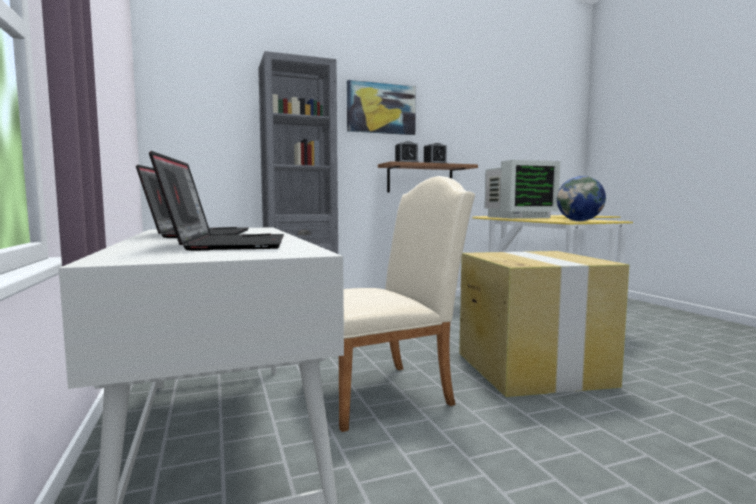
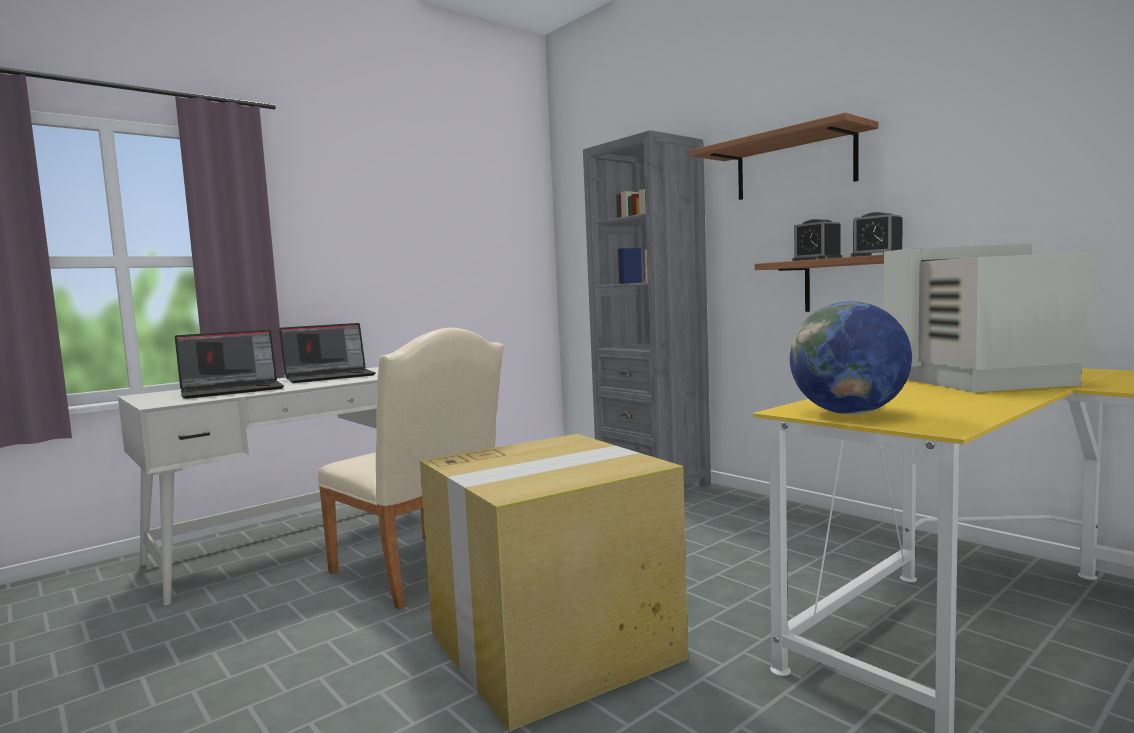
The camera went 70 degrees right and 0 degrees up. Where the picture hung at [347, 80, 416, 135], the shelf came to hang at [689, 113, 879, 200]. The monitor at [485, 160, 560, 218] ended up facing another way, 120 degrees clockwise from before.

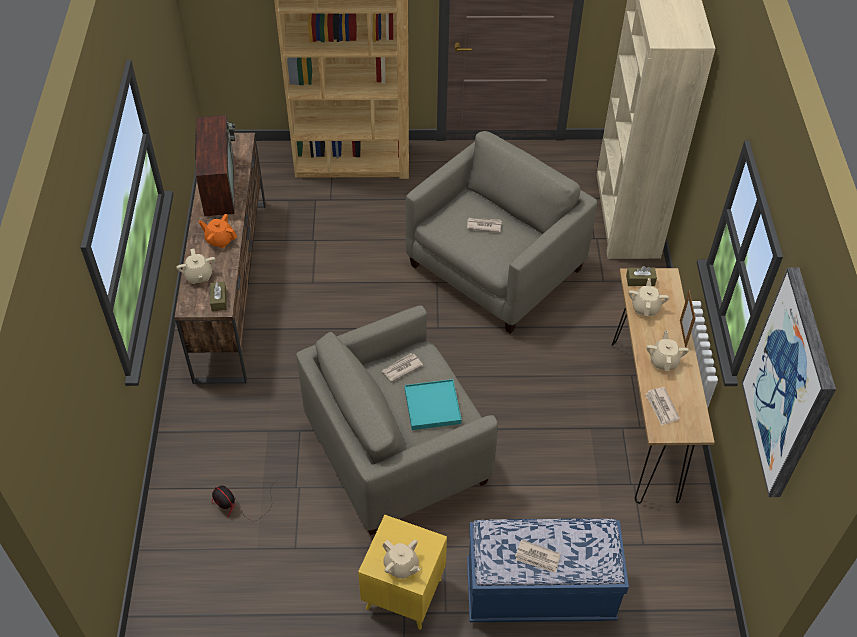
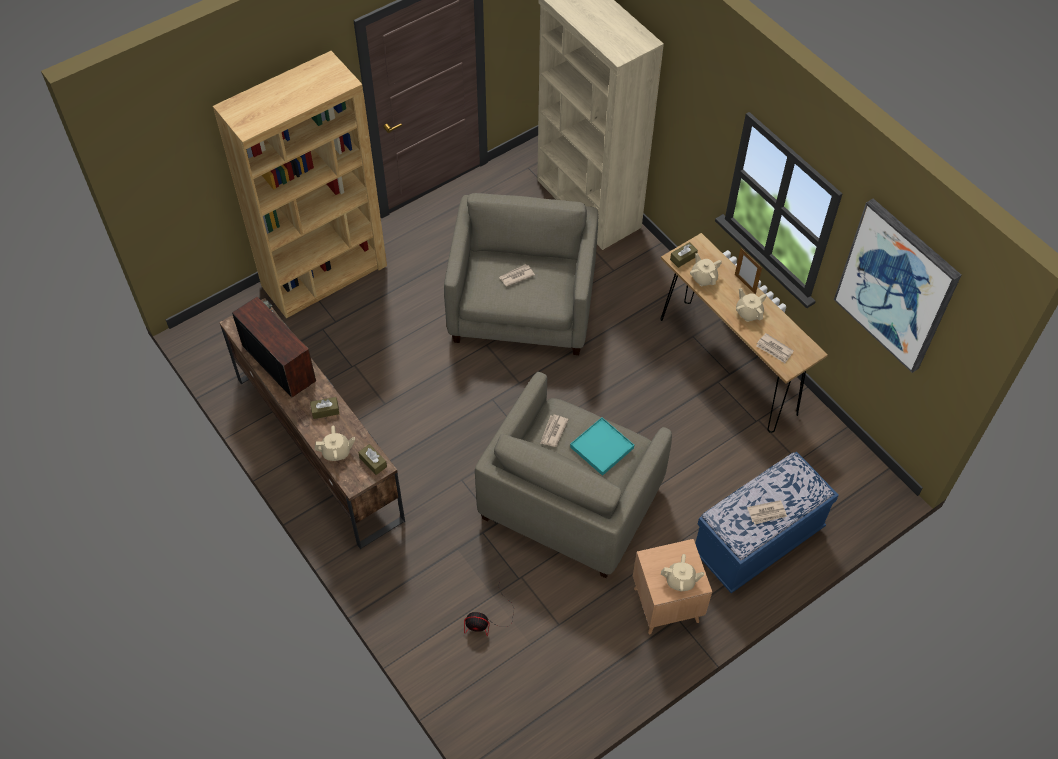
The camera went 35 degrees left and 5 degrees up. Where the orange teapot stood at [199, 214, 237, 248], the brown tissue box came to stand at [310, 397, 339, 419]. What was the yellow side table at [358, 515, 447, 630] turned into the brown side table at [633, 539, 712, 634]. The beige teapot at [176, 249, 215, 284] ended up facing another way, 45 degrees counterclockwise from before.

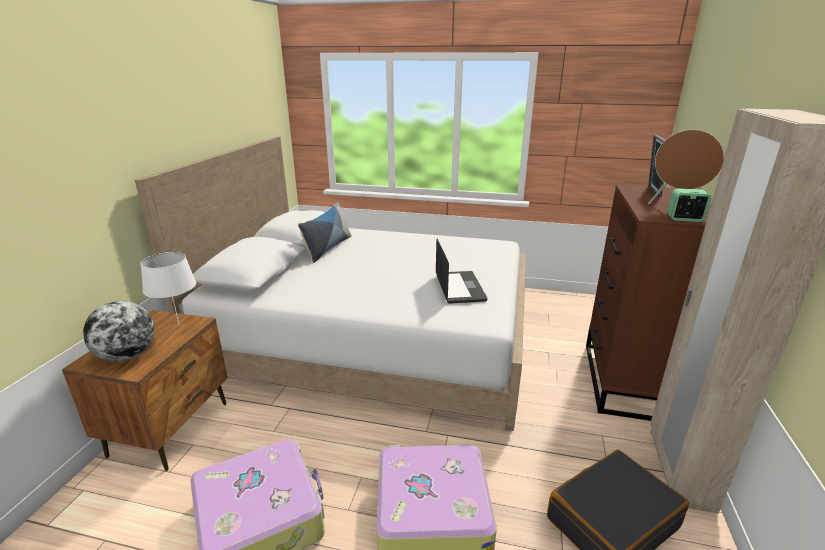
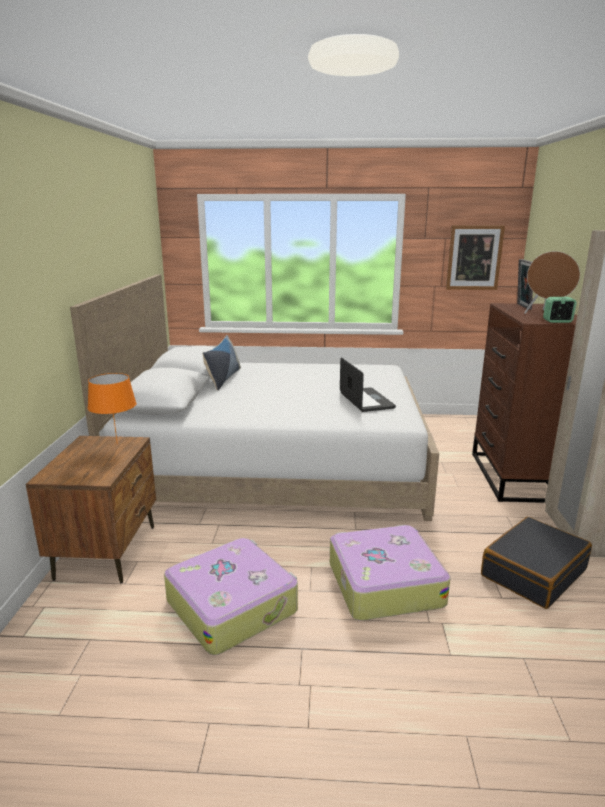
The camera went 10 degrees left and 5 degrees down. The second view lost the globe at [83, 301, 154, 362]. The second view gained the picture at [446, 225, 505, 290]. What was the white table lamp at [140, 252, 196, 325] turned into the orange table lamp at [88, 373, 137, 444].

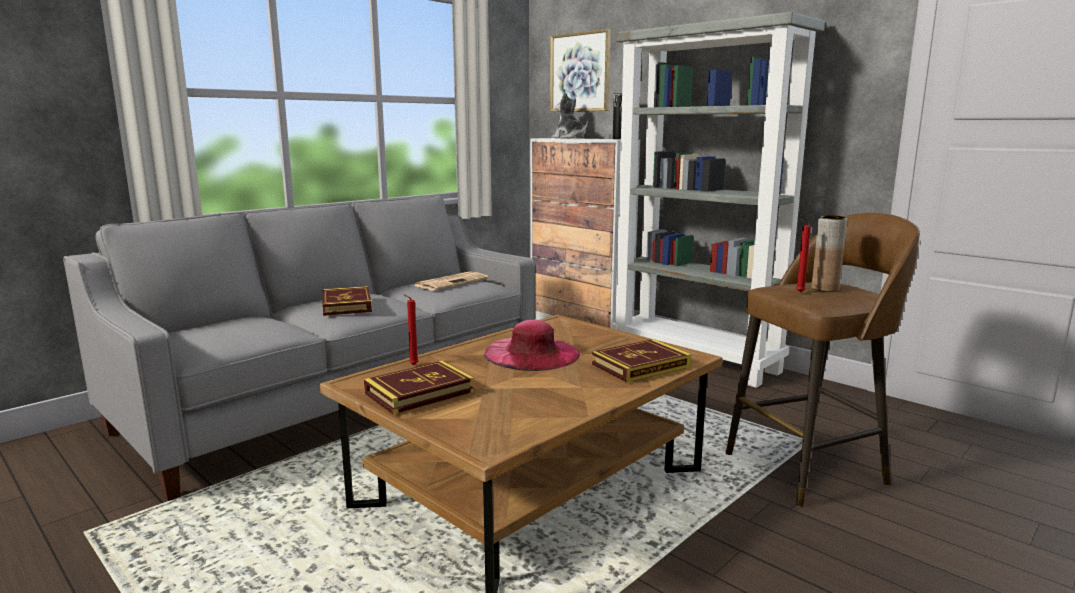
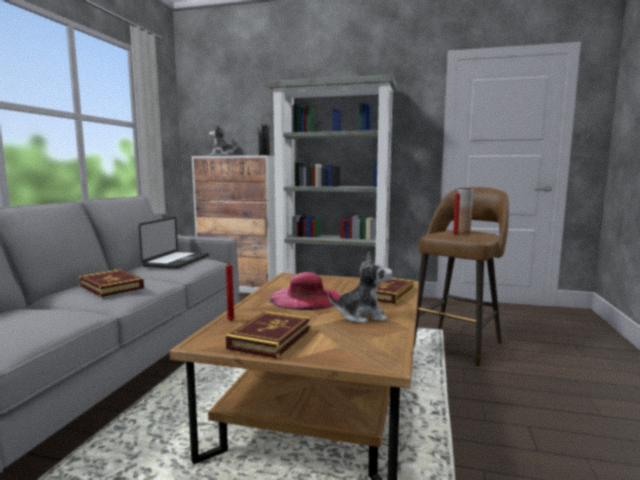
The camera went 30 degrees left and 5 degrees down. The second view lost the picture at [550, 29, 611, 112]. The second view gained the plush toy at [328, 252, 393, 324]. Where the newspaper stood at [414, 271, 489, 291], the laptop came to stand at [139, 217, 209, 269].

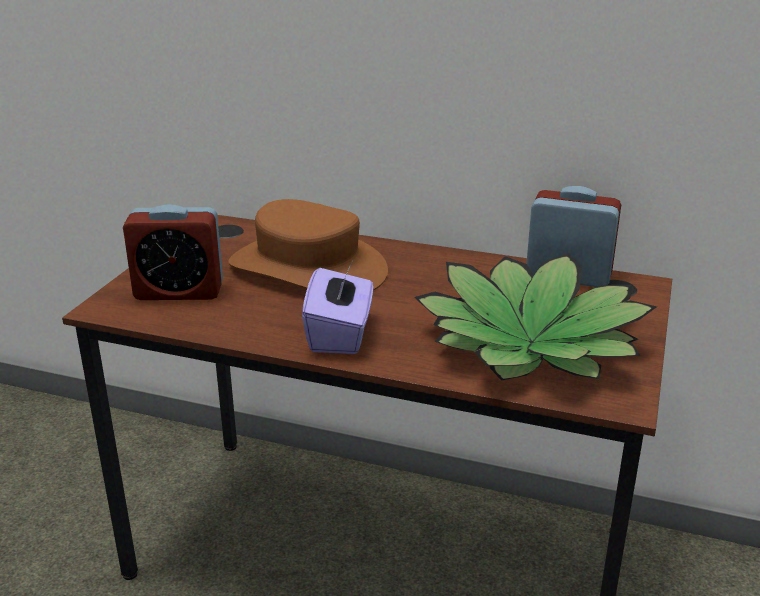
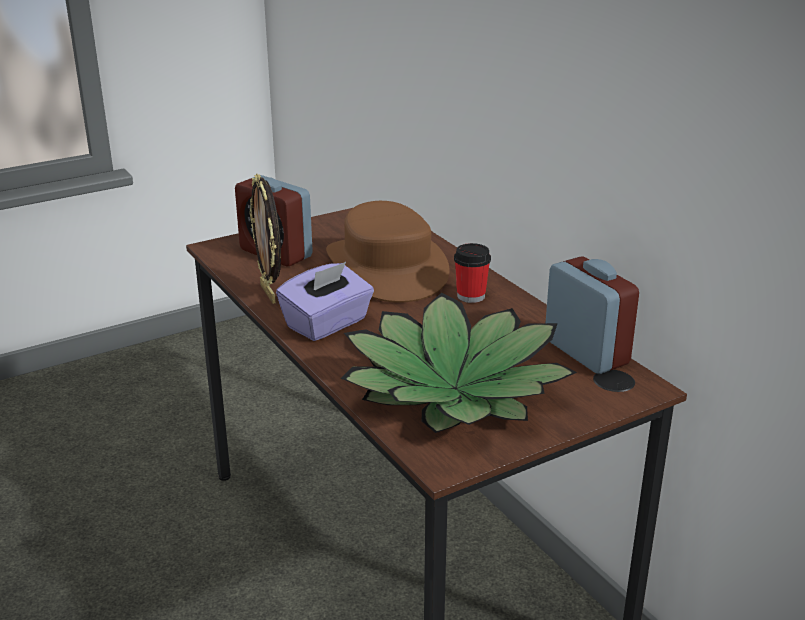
The camera went 40 degrees right and 0 degrees up. The second view gained the picture frame at [249, 174, 281, 304]. The second view gained the cup at [454, 243, 491, 303].

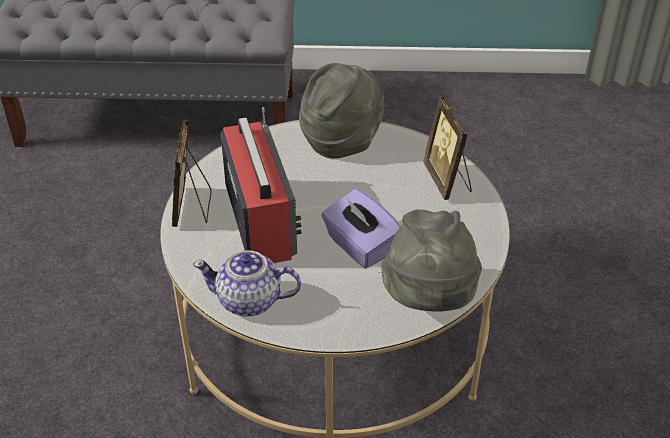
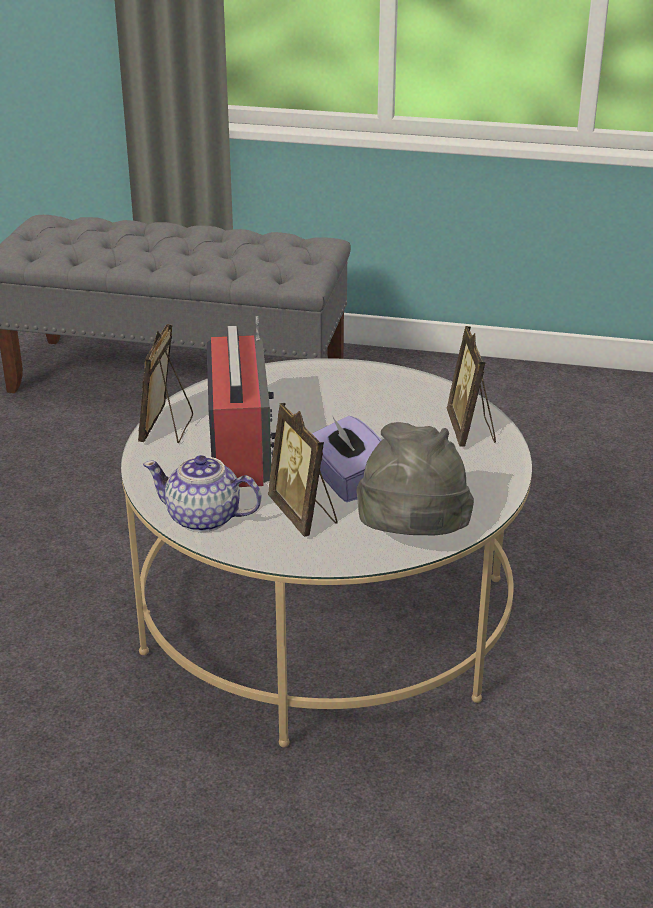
The camera went 10 degrees right and 10 degrees down. The second view lost the grey hat at [299, 63, 384, 158]. The second view gained the picture frame at [268, 403, 338, 537].

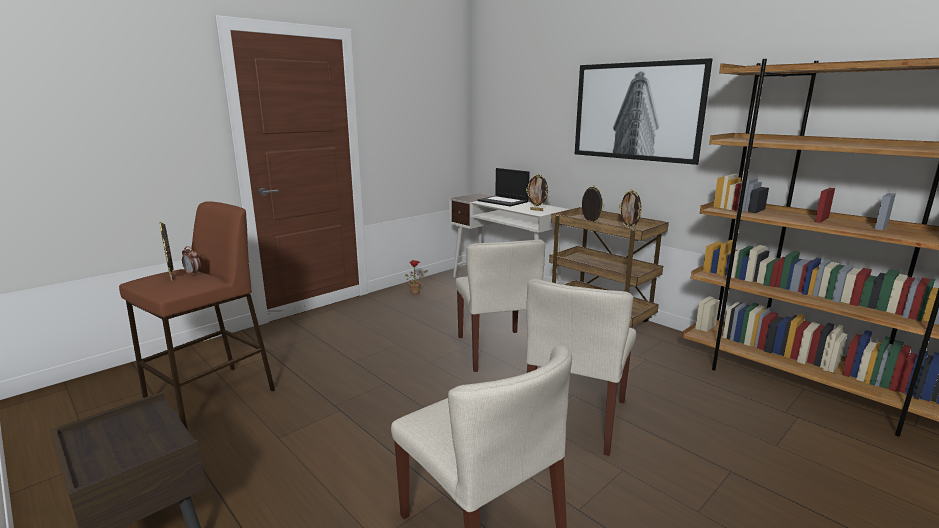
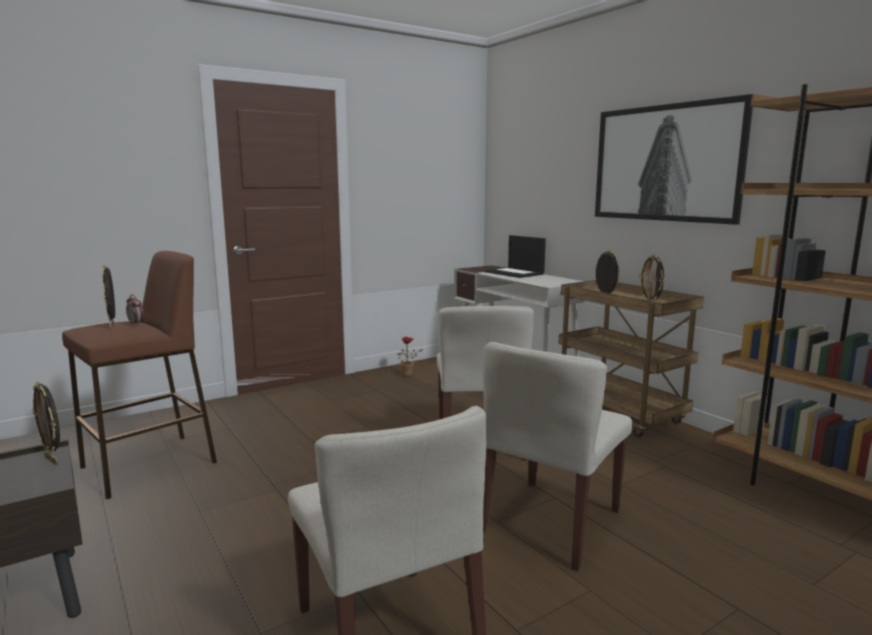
The camera went 10 degrees right and 5 degrees down. The picture frame ended up elsewhere, having gone from [526, 174, 549, 211] to [33, 382, 60, 465].

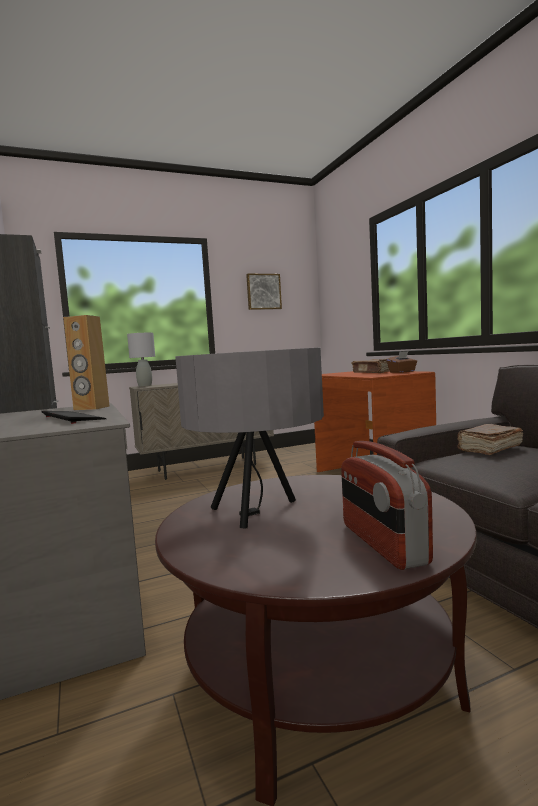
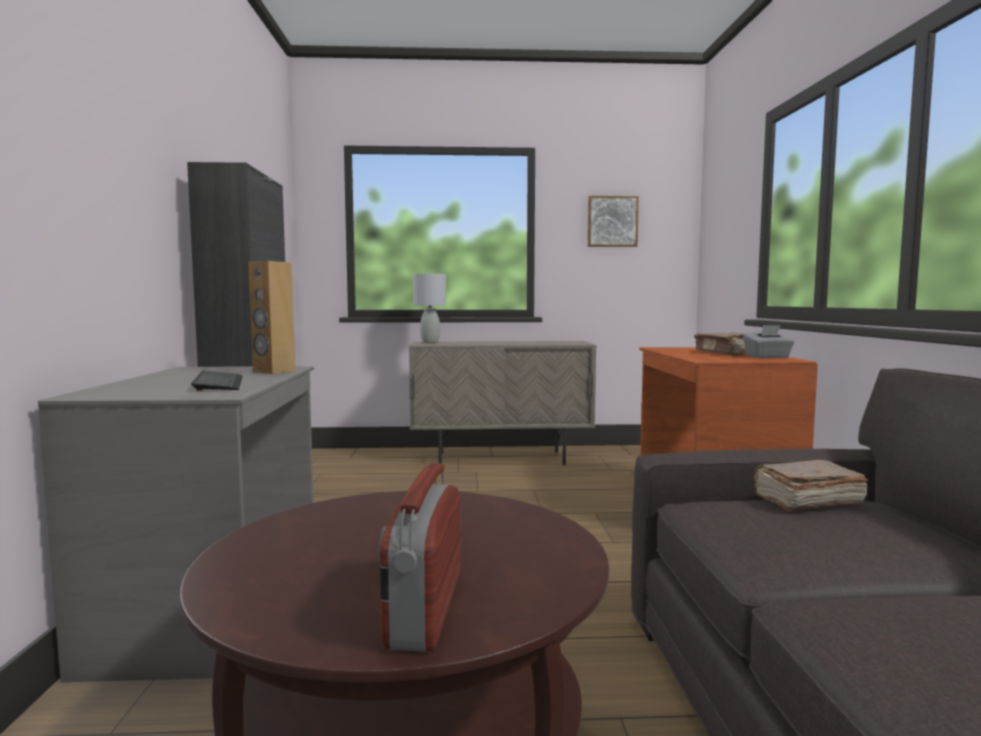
The camera went 20 degrees right and 0 degrees up. The second view lost the grey table lamp at [176, 348, 324, 529]. What was the brown tissue box at [387, 351, 417, 373] turned into the grey tissue box at [743, 325, 795, 358].

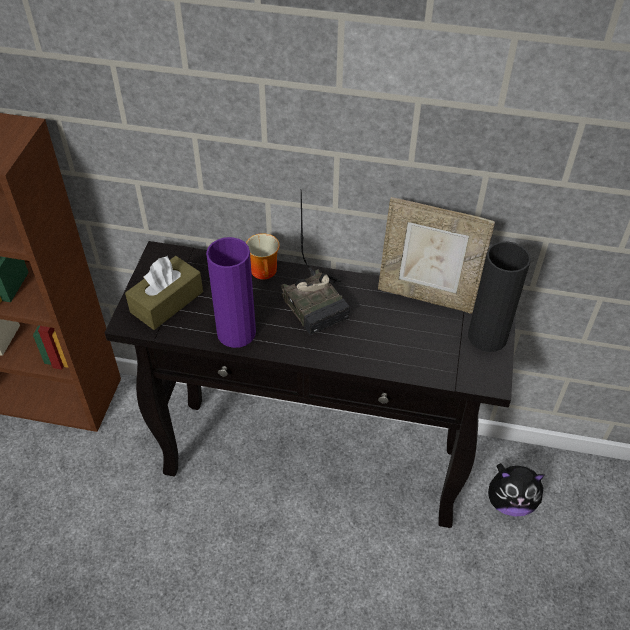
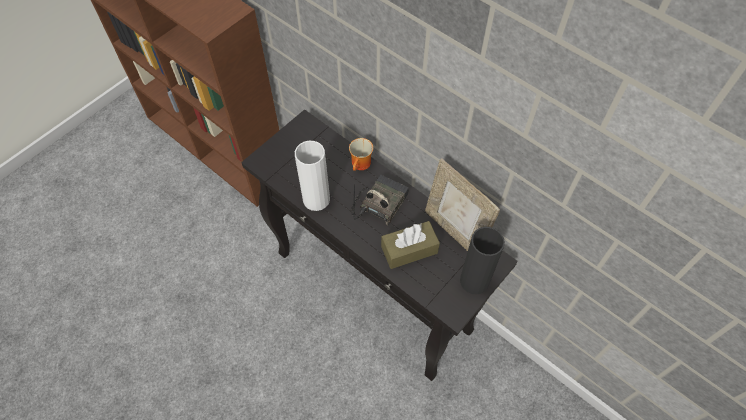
The camera went 30 degrees right and 10 degrees up. The second view lost the plush toy at [488, 463, 544, 517]. The brown tissue box ended up elsewhere, having gone from [125, 256, 203, 330] to [381, 221, 440, 269]. What was the purple vase at [206, 237, 256, 348] turned into the white vase at [295, 140, 330, 211]. The radio at [281, 189, 350, 335] ended up facing another way, 150 degrees counterclockwise from before.

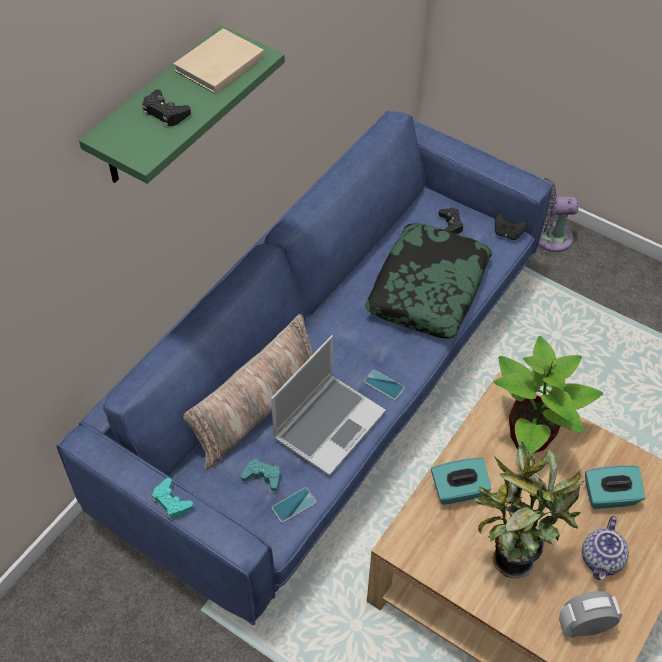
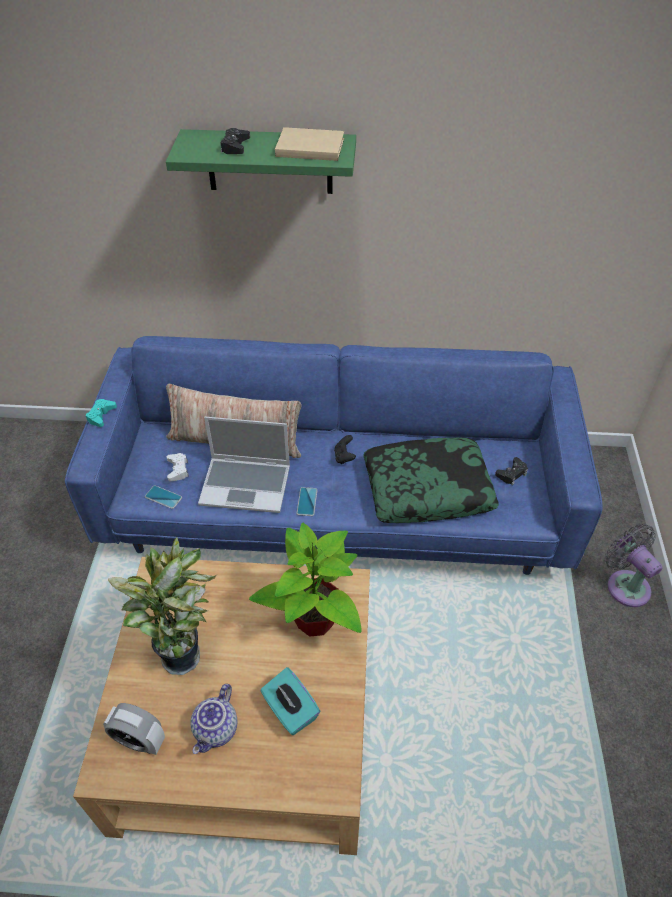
The camera went 60 degrees right and 5 degrees down. The second view lost the turquoise tissue box at [431, 458, 491, 505]. The black game controller ended up elsewhere, having gone from [495, 212, 528, 240] to [334, 435, 356, 464]. What was the turquoise game controller at [241, 459, 280, 491] turned into the white game controller at [167, 453, 189, 482]. The alarm clock at [559, 591, 622, 637] ended up facing another way, 150 degrees clockwise from before. The teapot at [582, 516, 629, 580] ended up facing another way, 60 degrees counterclockwise from before.

